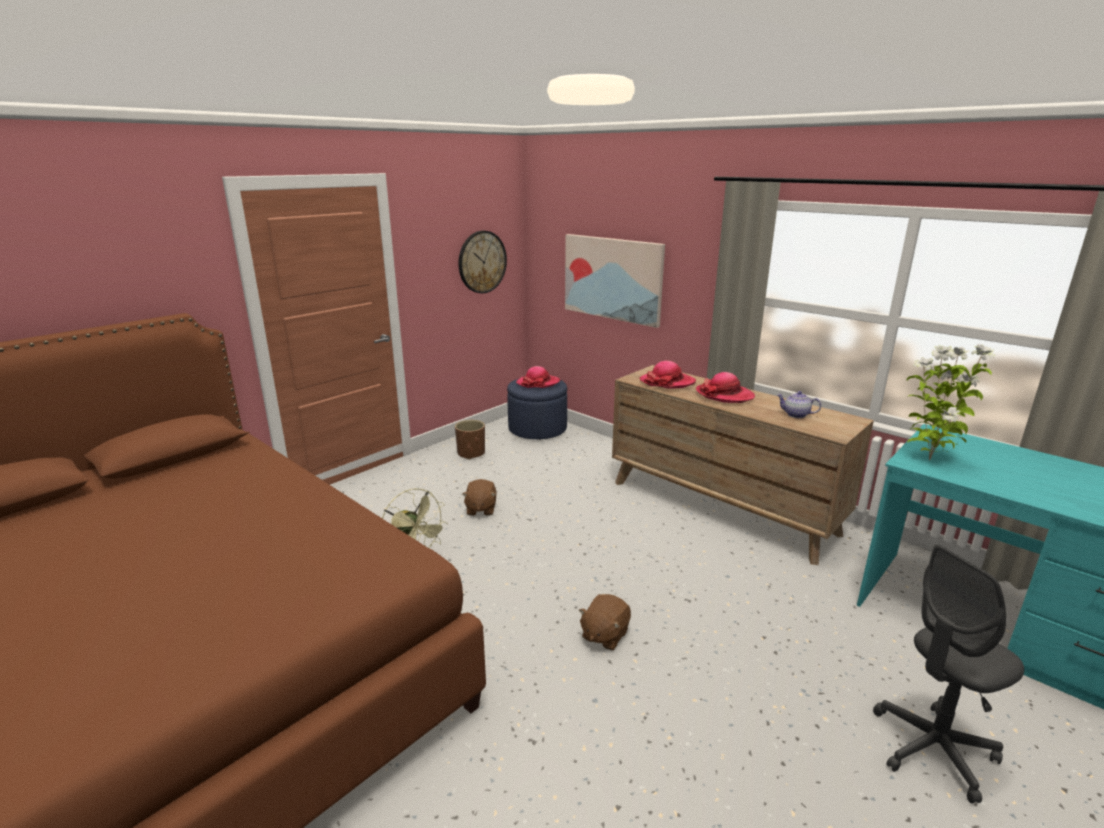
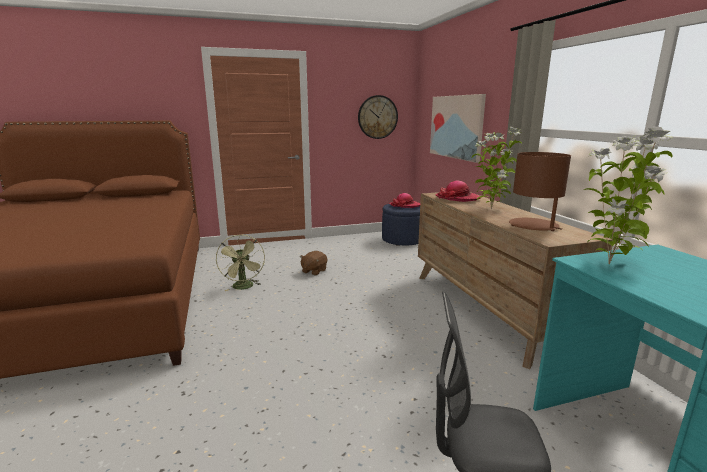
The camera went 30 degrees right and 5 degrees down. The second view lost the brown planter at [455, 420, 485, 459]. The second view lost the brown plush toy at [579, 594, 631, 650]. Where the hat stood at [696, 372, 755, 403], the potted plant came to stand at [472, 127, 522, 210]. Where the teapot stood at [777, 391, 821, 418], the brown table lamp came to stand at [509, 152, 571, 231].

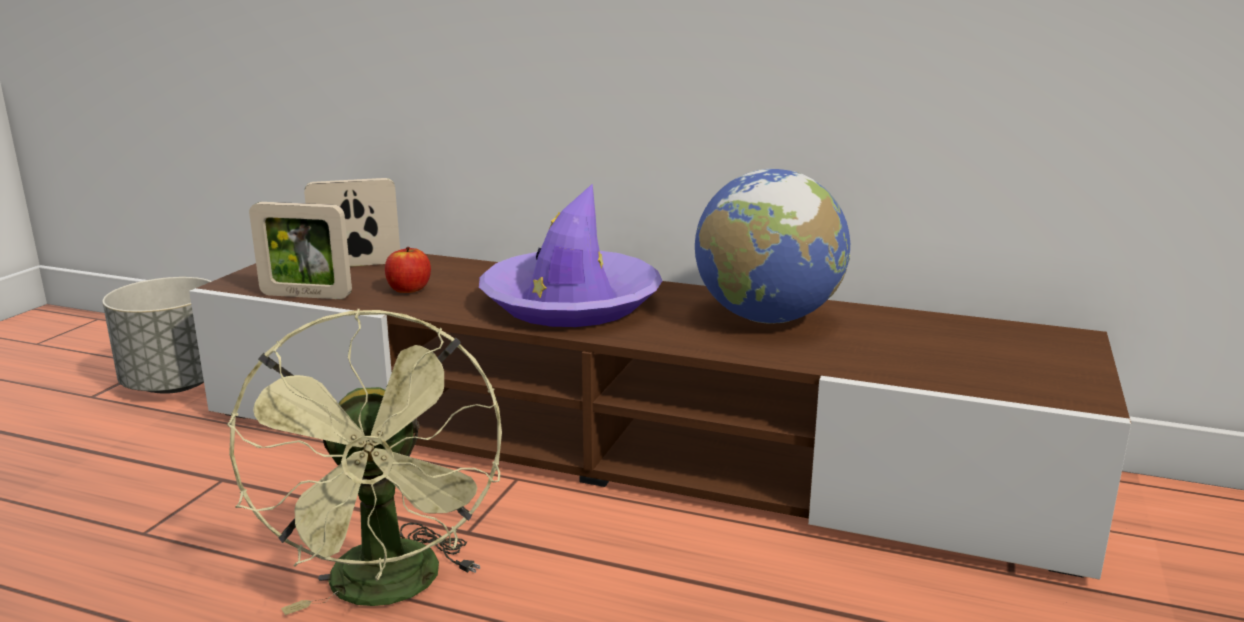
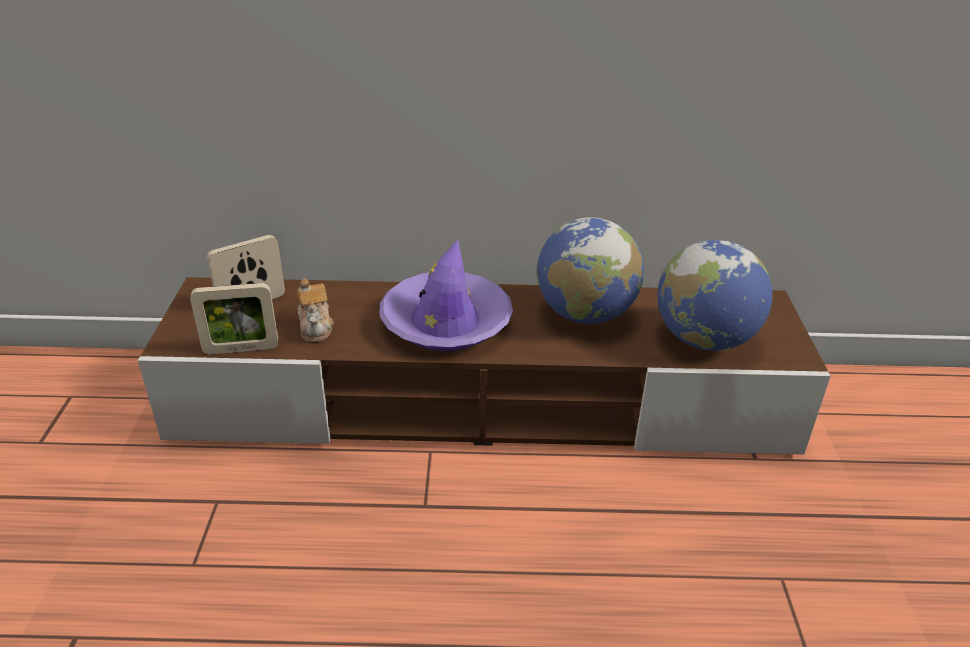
The camera went 20 degrees left and 15 degrees up. The second view lost the grey planter at [102, 277, 212, 394]. The second view lost the green fan at [227, 309, 502, 615]. The second view gained the globe at [657, 240, 772, 351]. Where the apple stood at [385, 247, 431, 293], the teapot came to stand at [297, 279, 334, 342].

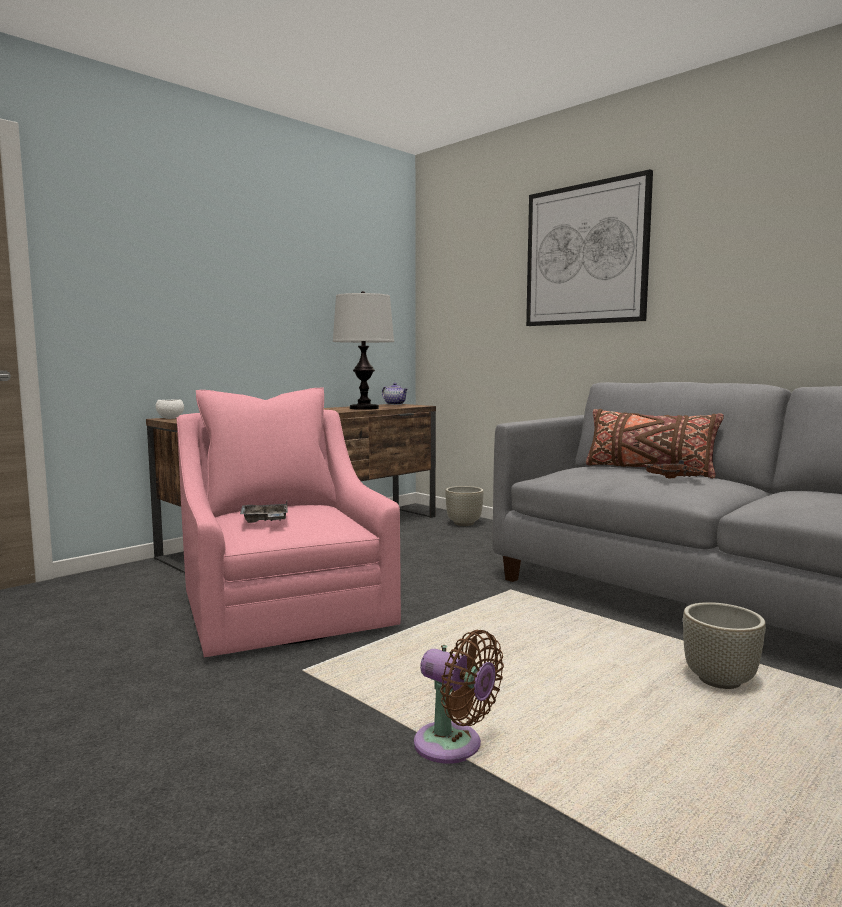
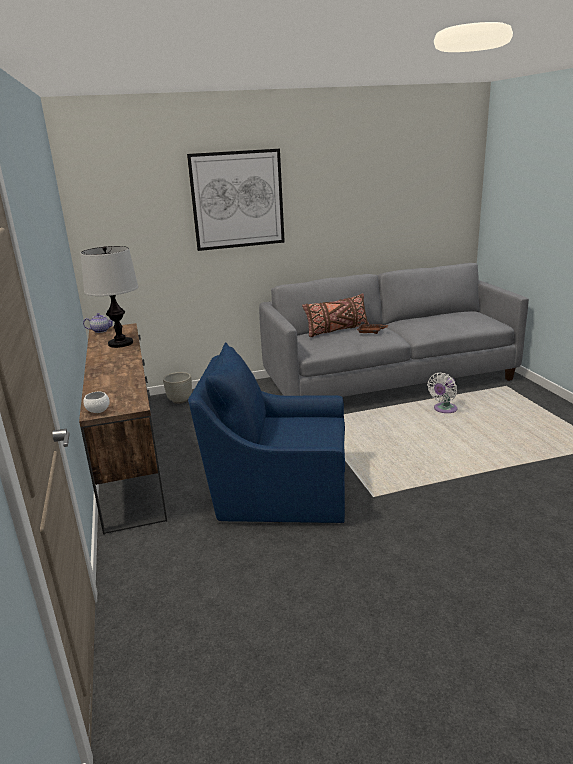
The camera went 60 degrees left and 15 degrees up. The second view lost the grey tray at [240, 501, 288, 523]. The second view lost the brown fan at [414, 630, 504, 764]. Where the grey planter stood at [683, 602, 766, 689], the white fan came to stand at [427, 373, 458, 413]. What was the pink armchair at [176, 388, 401, 657] turned into the blue armchair at [188, 342, 345, 523].

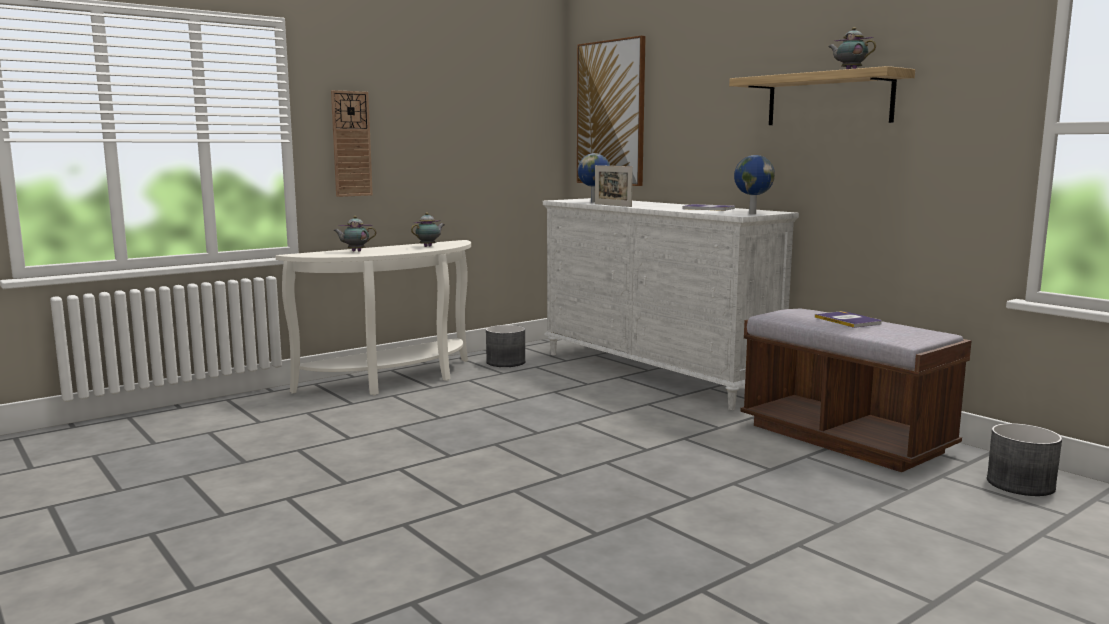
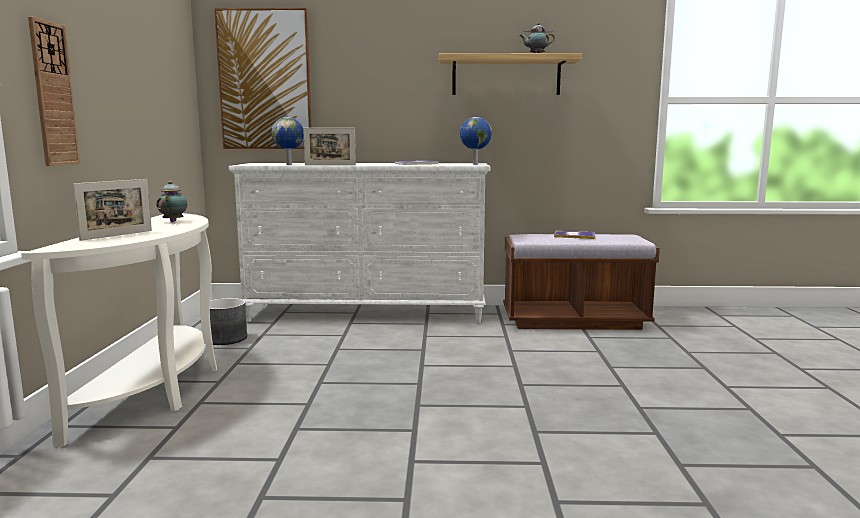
The camera went 50 degrees left and 0 degrees up. The second view lost the grey planter at [987, 423, 1062, 496]. Where the teapot stood at [333, 216, 377, 252], the picture frame came to stand at [73, 179, 152, 241].

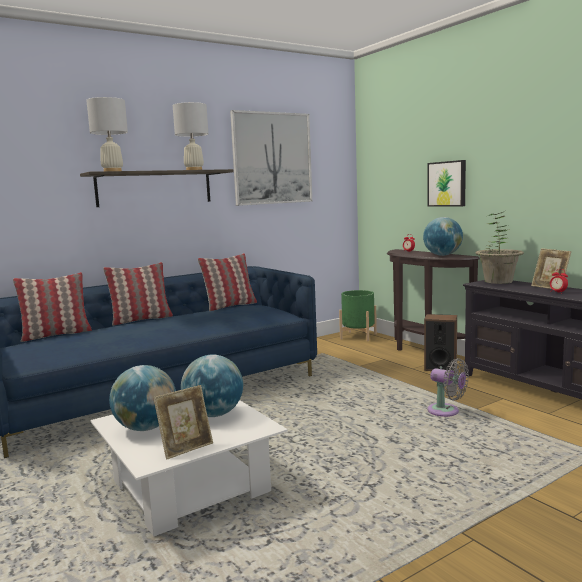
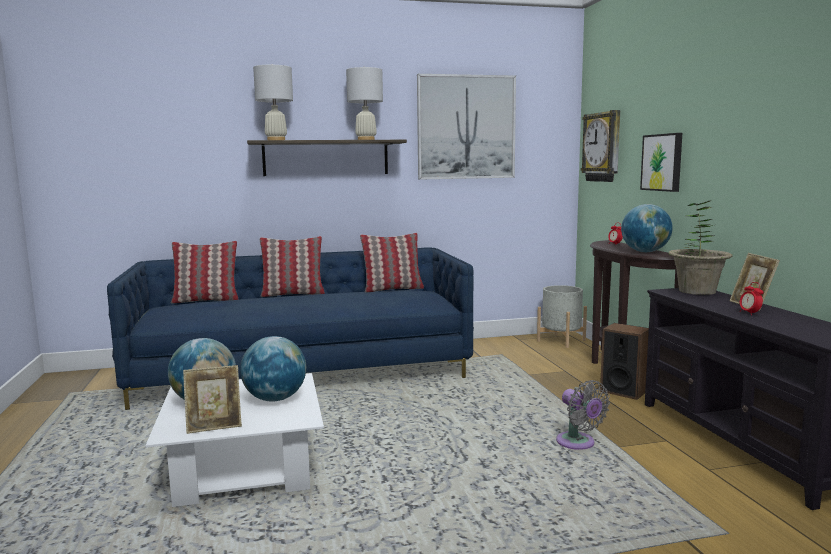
The camera went 20 degrees right and 0 degrees up. The second view gained the wall clock at [581, 110, 620, 182]. What was the green planter at [339, 290, 377, 341] turned into the grey planter at [537, 285, 587, 348].

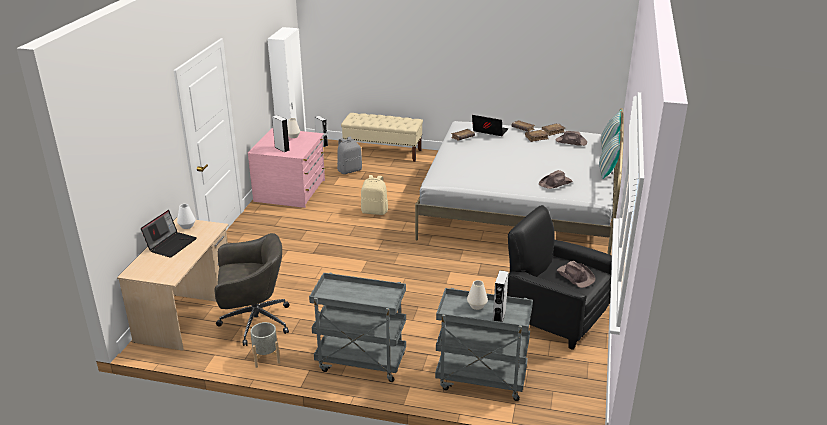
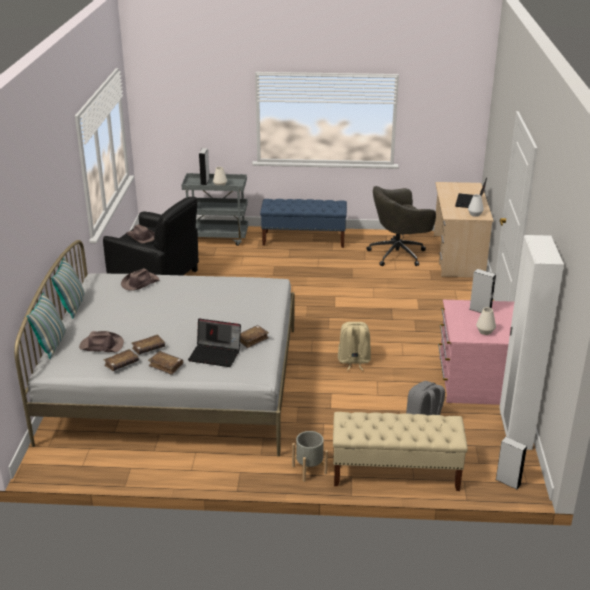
The camera went 170 degrees right and 0 degrees up. The grey planter ended up elsewhere, having gone from [250, 322, 280, 368] to [292, 431, 328, 482]. Where the grey cart stood at [309, 272, 406, 382], the blue bench came to stand at [260, 199, 347, 248].

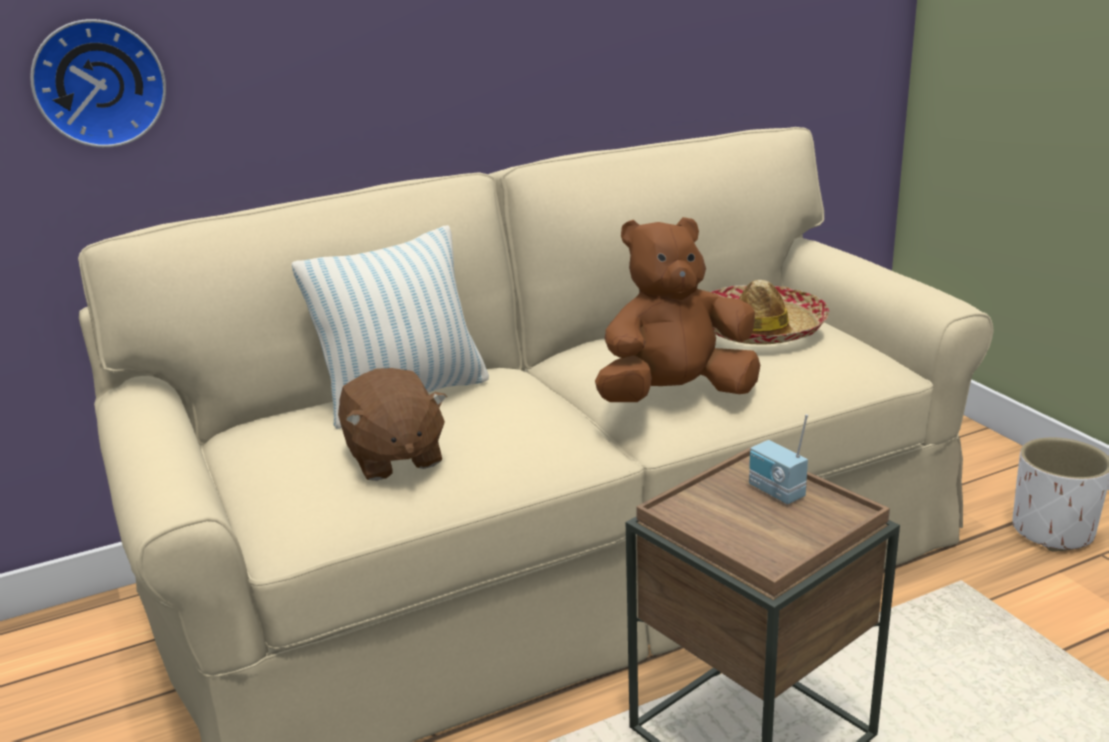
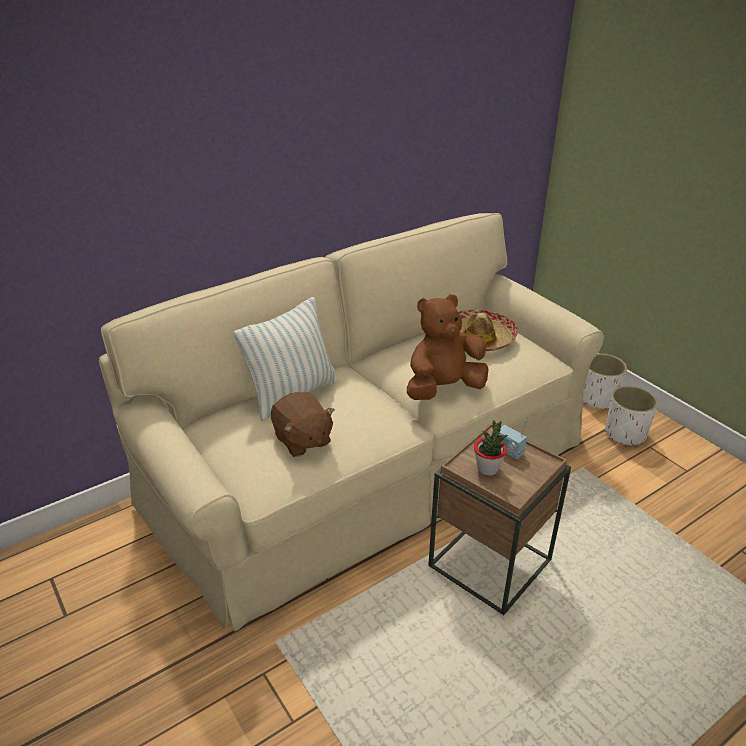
The camera went 10 degrees left and 10 degrees up. The second view lost the wall clock at [30, 19, 166, 148]. The second view gained the potted plant at [474, 420, 508, 475]. The second view gained the white planter at [583, 353, 627, 410].

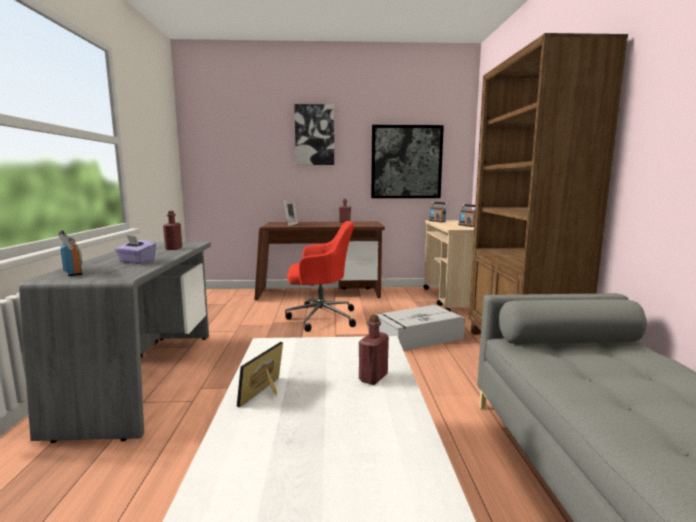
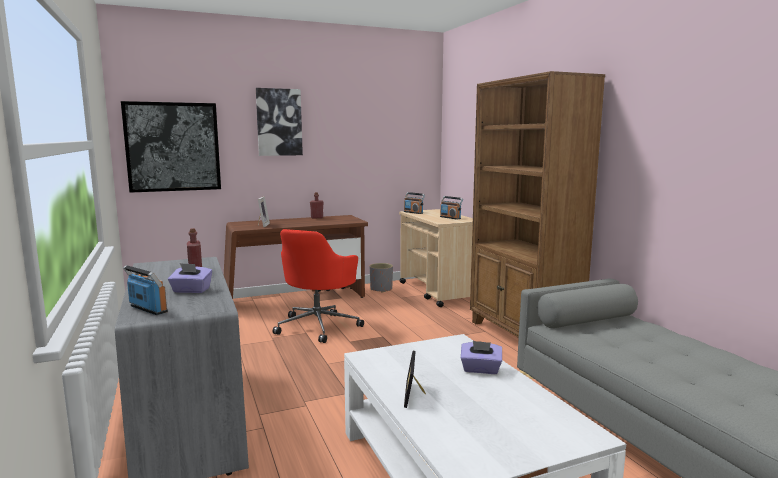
The camera went 20 degrees left and 0 degrees up. The second view lost the grey storage box at [375, 305, 465, 351]. The second view gained the grey planter at [370, 263, 393, 293]. The picture ended up elsewhere, having gone from [371, 125, 444, 198] to [121, 101, 221, 193]. Where the red bottle stood at [359, 315, 389, 385], the purple tissue box came to stand at [461, 341, 502, 374]. The red office chair at [285, 221, 356, 332] ended up facing another way, 135 degrees clockwise from before.

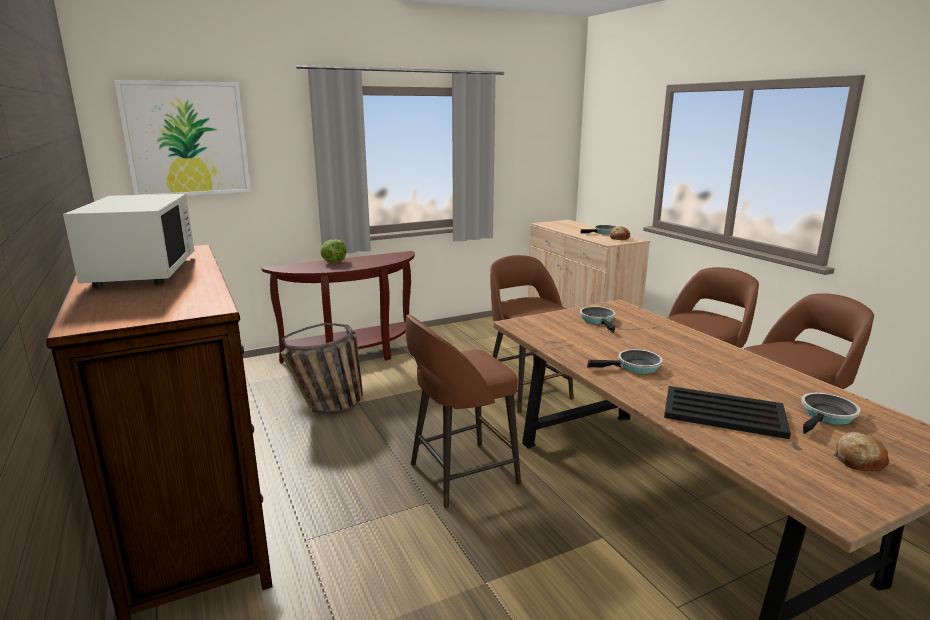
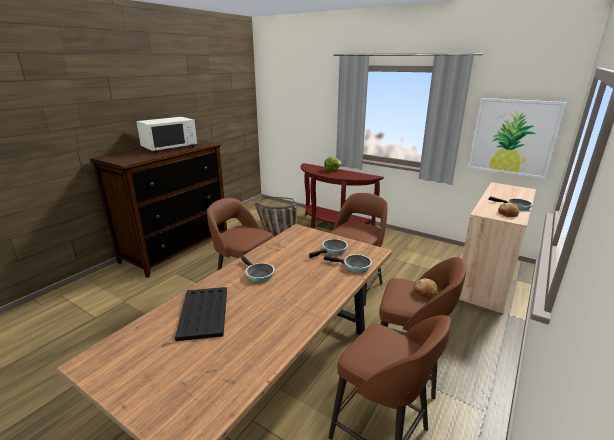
The camera went 60 degrees right and 5 degrees up. The picture ended up elsewhere, having gone from [114, 80, 251, 196] to [468, 98, 566, 179]. The frying pan ended up elsewhere, having gone from [801, 393, 861, 434] to [324, 254, 372, 272]. The bread ended up elsewhere, having gone from [833, 432, 889, 471] to [413, 279, 438, 299].

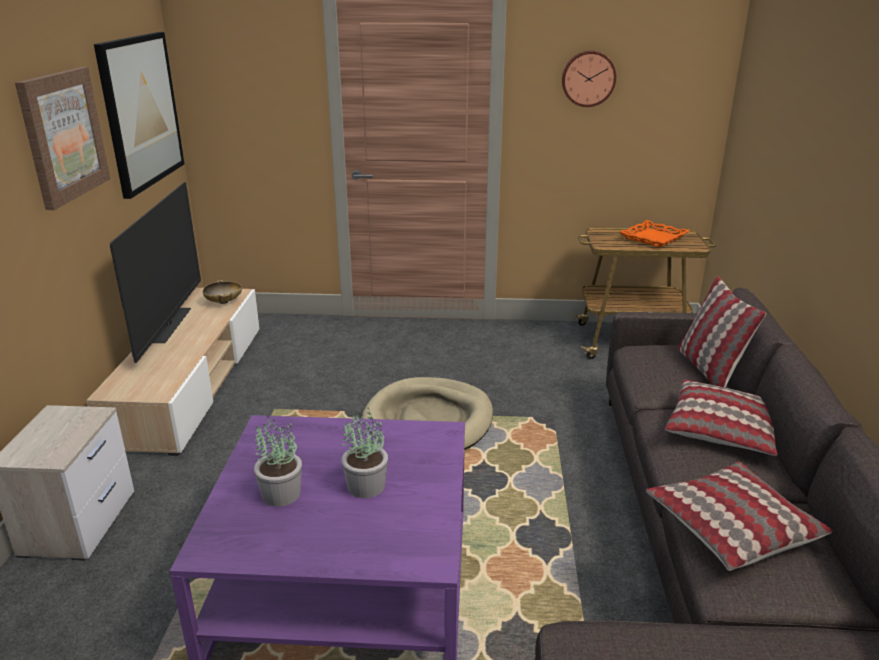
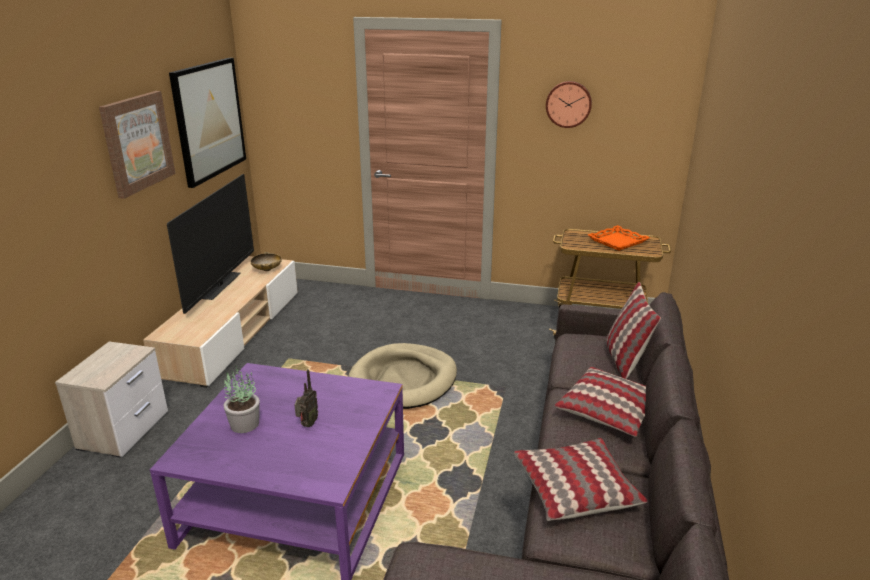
The camera went 10 degrees right and 0 degrees up. Where the potted plant stood at [341, 408, 388, 498], the radio came to stand at [295, 369, 318, 428].

